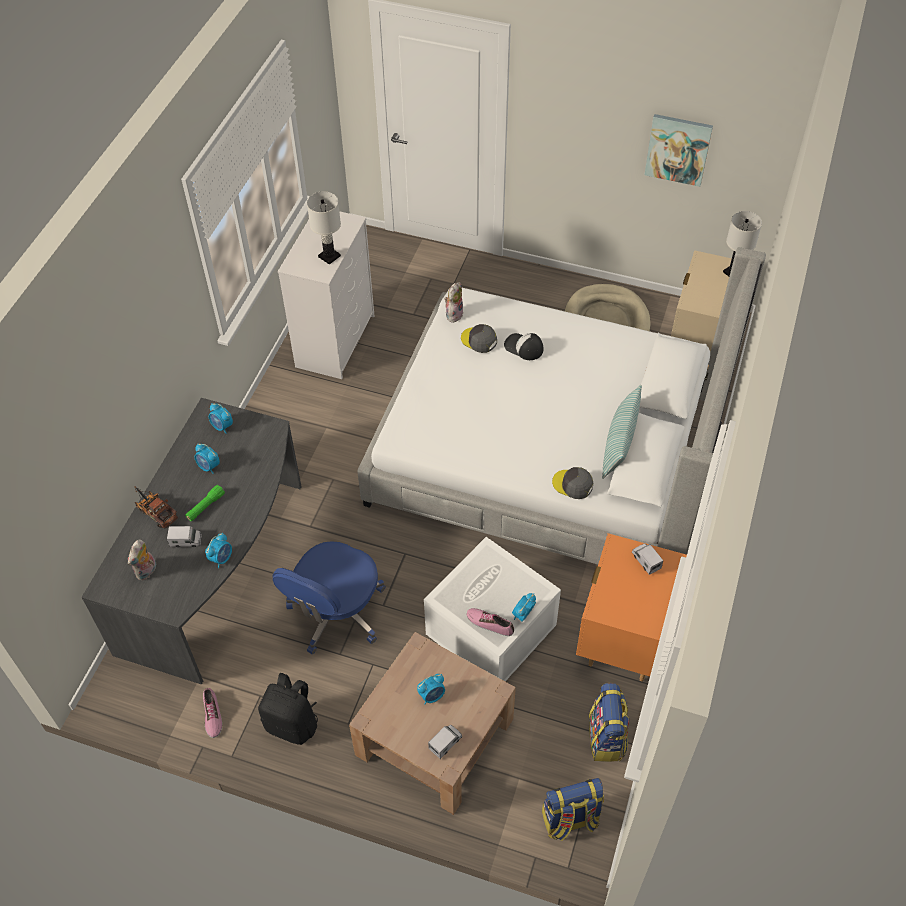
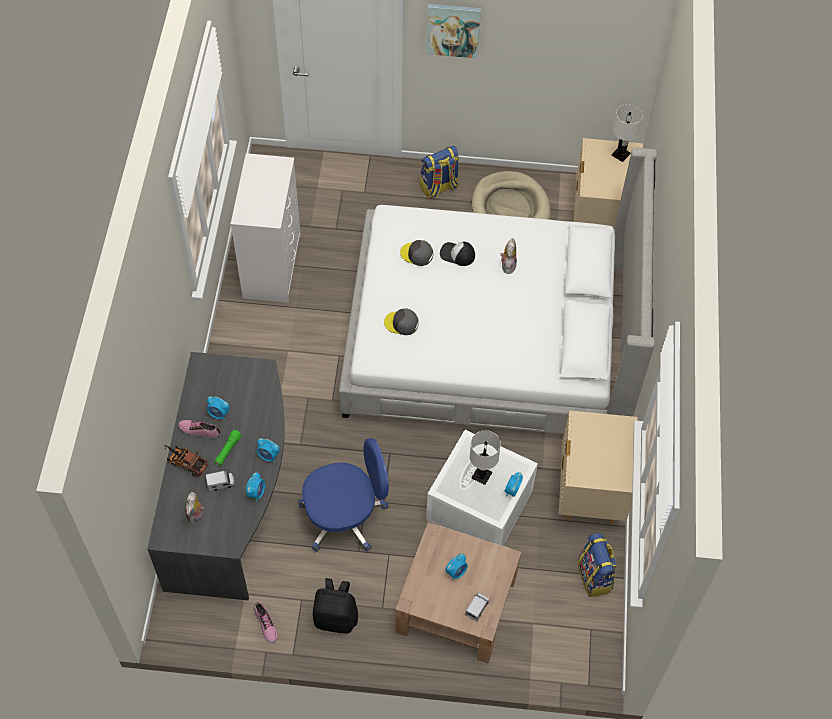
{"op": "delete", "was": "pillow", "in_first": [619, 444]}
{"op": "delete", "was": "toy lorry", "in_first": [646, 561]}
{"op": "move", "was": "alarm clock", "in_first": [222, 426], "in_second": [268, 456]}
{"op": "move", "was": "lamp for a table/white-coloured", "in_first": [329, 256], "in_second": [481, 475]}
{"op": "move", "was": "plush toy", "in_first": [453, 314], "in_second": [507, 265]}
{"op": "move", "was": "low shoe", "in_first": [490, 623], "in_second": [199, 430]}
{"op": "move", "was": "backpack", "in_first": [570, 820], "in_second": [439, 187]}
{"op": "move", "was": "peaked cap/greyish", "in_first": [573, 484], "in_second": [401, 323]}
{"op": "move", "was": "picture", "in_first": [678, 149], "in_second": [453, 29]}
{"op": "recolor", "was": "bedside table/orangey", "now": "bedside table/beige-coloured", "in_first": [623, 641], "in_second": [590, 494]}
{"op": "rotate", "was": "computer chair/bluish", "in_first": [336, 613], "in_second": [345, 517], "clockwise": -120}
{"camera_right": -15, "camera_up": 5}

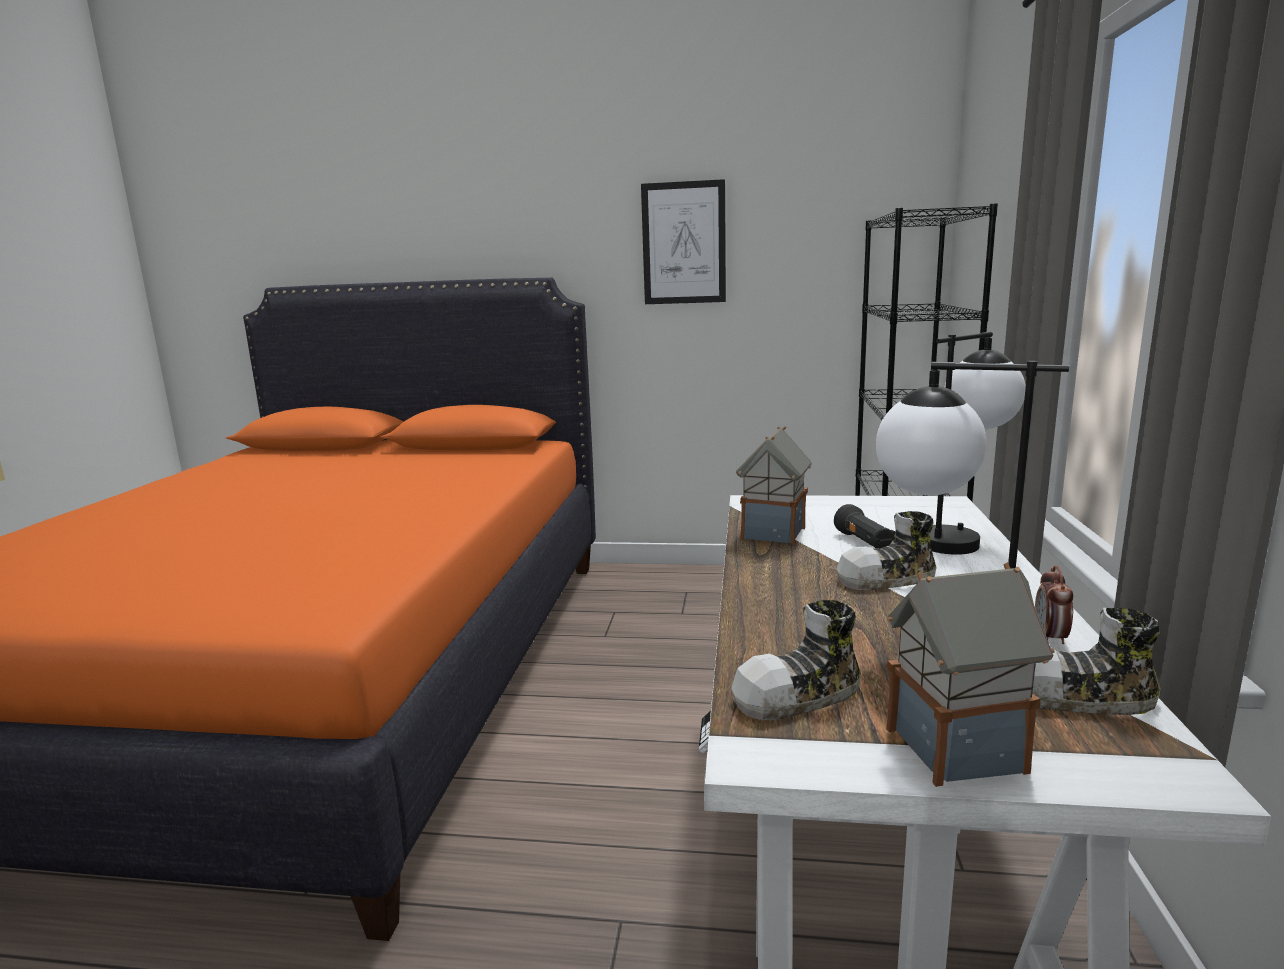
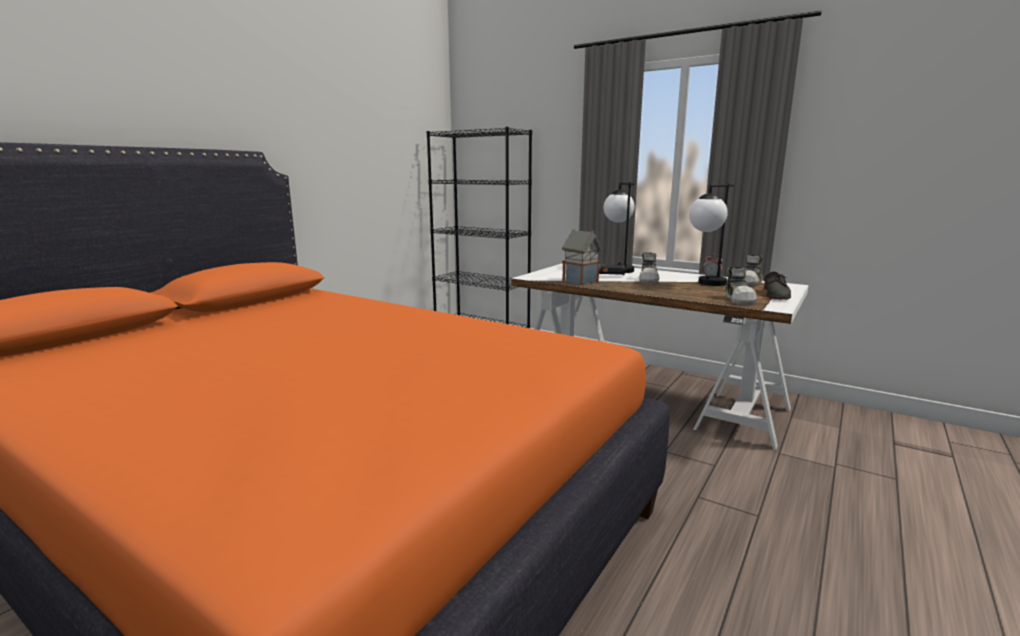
{"op": "delete", "was": "picture", "in_first": [684, 243]}
{"op": "replace", "was": "toy house", "now": "low shoe/greyish", "in_first": [957, 748], "in_second": [776, 294]}
{"camera_right": -65, "camera_up": 0}

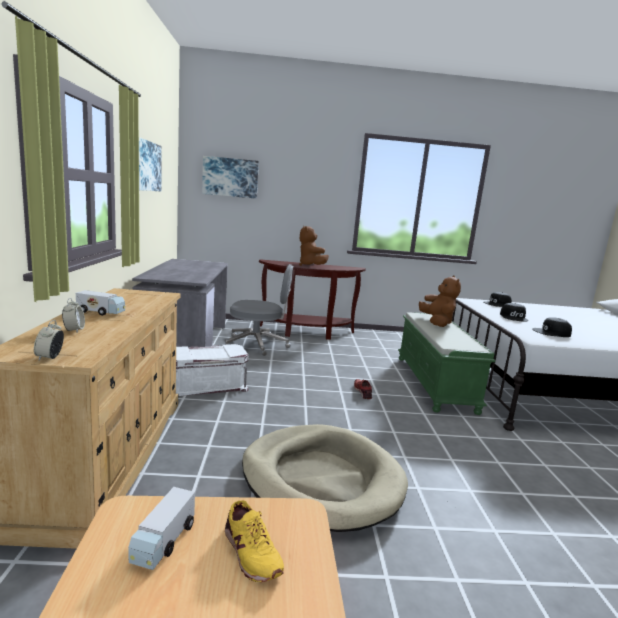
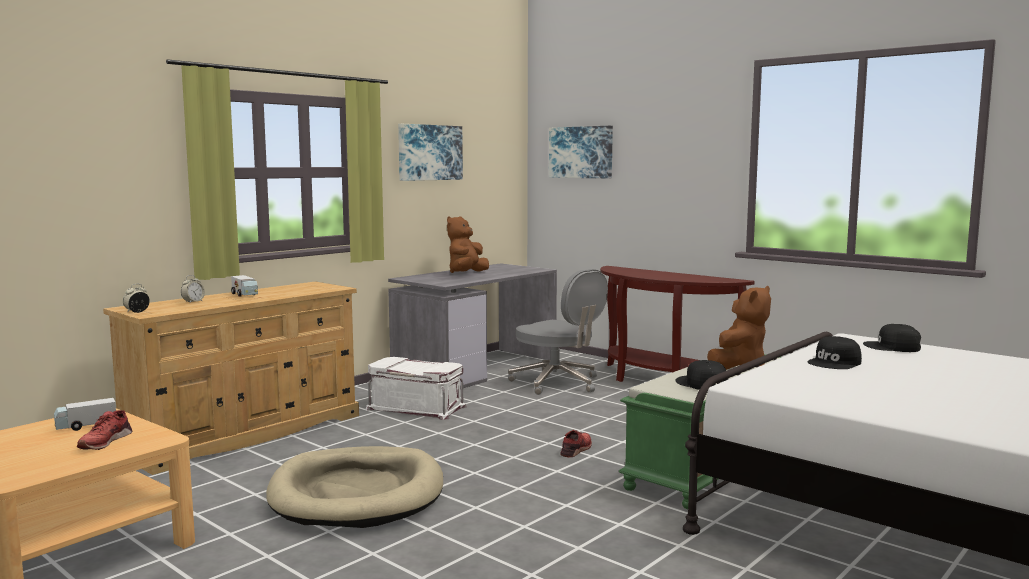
{"op": "move", "was": "plush toy/brownish", "in_first": [311, 266], "in_second": [467, 273]}
{"op": "move", "was": "peaked cap/black-coloured", "in_first": [551, 333], "in_second": [701, 384]}
{"op": "recolor", "was": "low shoe/yellow-coloured", "now": "low shoe/reddish", "in_first": [250, 552], "in_second": [104, 441]}
{"camera_right": 45, "camera_up": -5}

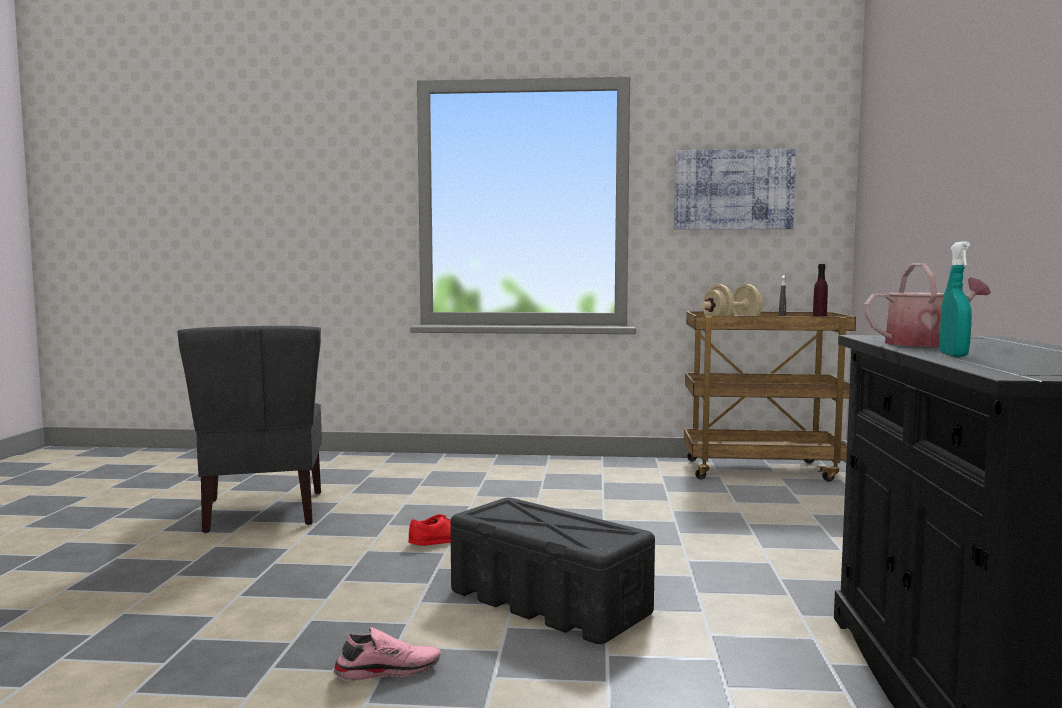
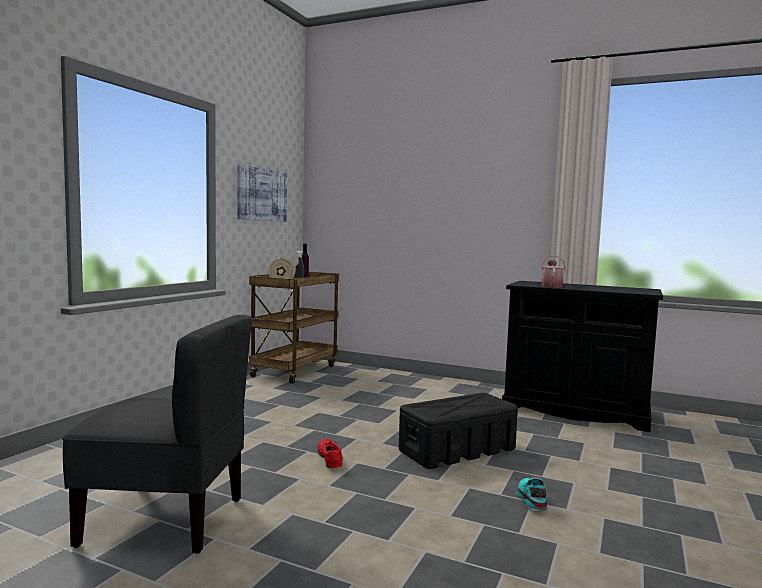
{"op": "delete", "was": "hand sprayer/turquoise-coloured", "in_first": [953, 355]}
{"op": "recolor", "was": "low shoe/pink", "now": "low shoe/turquoise-coloured", "in_first": [387, 670], "in_second": [530, 499]}
{"camera_right": -70, "camera_up": 0}

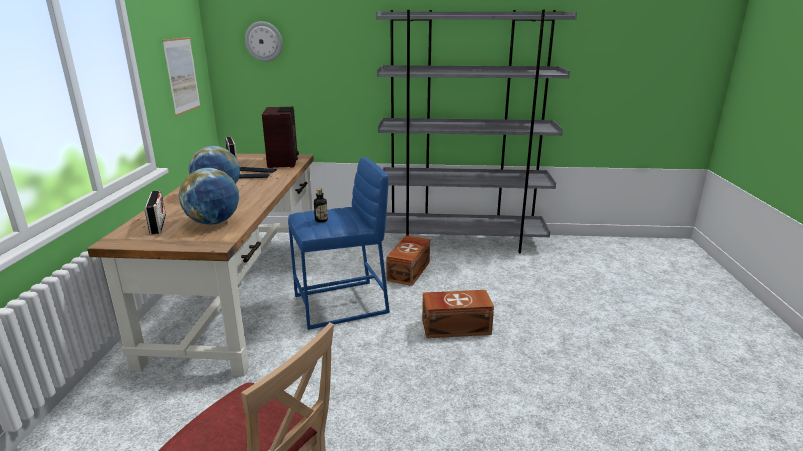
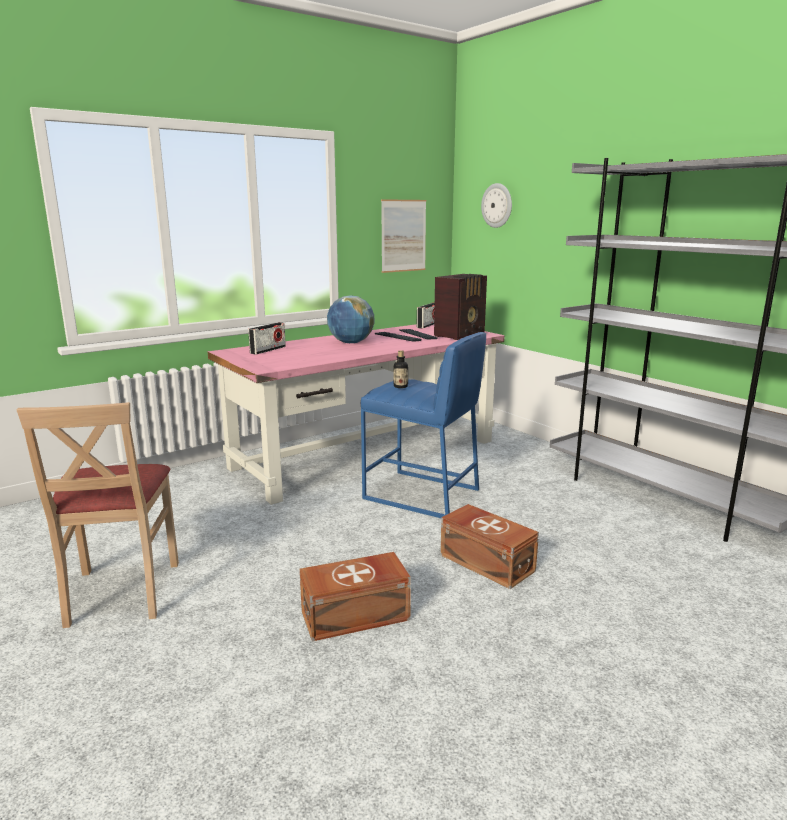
{"op": "delete", "was": "globe", "in_first": [213, 222]}
{"op": "move", "was": "storage box/brownish", "in_first": [409, 271], "in_second": [357, 616]}
{"op": "recolor", "was": "desk table/brownish", "now": "desk table/pink", "in_first": [242, 293], "in_second": [367, 453]}
{"camera_right": 50, "camera_up": -5}

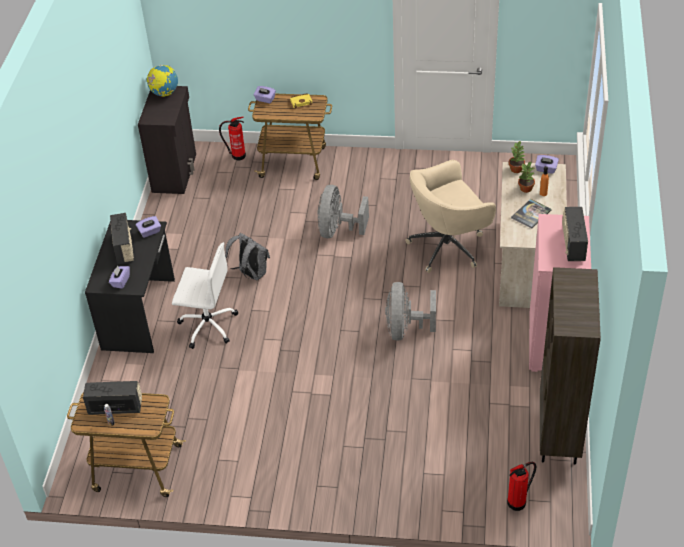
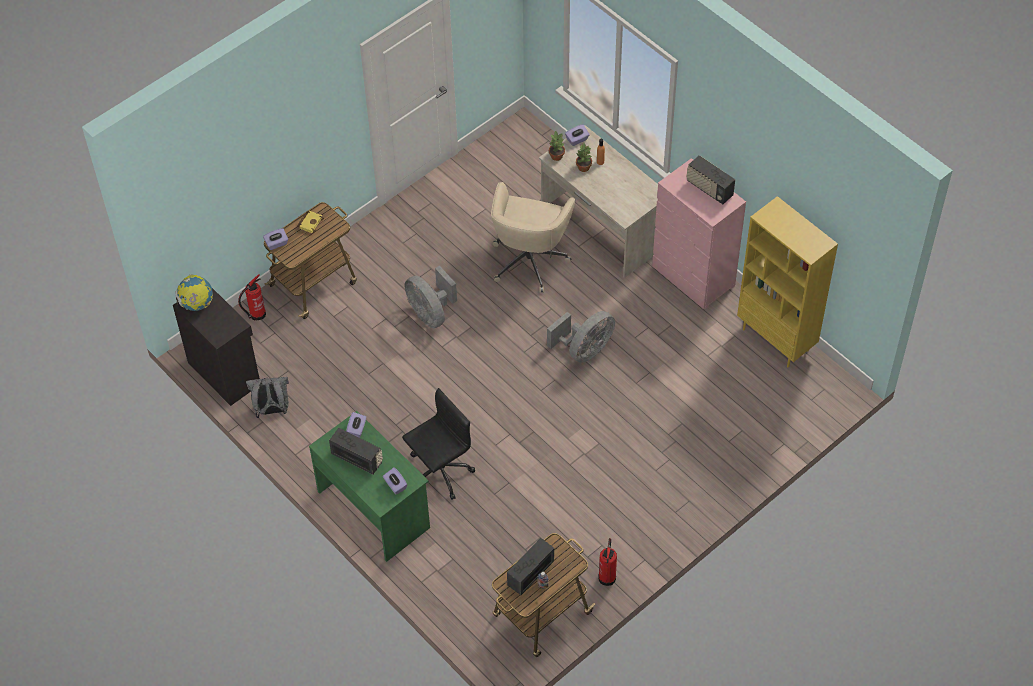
{"op": "delete", "was": "volume", "in_first": [531, 214]}
{"op": "move", "was": "backpack/greyish", "in_first": [251, 274], "in_second": [272, 410]}
{"op": "move", "was": "fire-fighting cylinder", "in_first": [518, 502], "in_second": [607, 576]}
{"op": "recolor", "was": "desk table/black-coloured", "now": "desk table/green", "in_first": [140, 314], "in_second": [374, 508]}
{"op": "recolor", "was": "computer chair/white-coloured", "now": "computer chair/black-coloured", "in_first": [207, 325], "in_second": [439, 472]}
{"op": "recolor", "was": "shelving unit/brownish", "now": "shelving unit/yellow-coloured", "in_first": [559, 435], "in_second": [776, 339]}
{"op": "rotate", "was": "electric fan/greyish", "in_first": [405, 329], "in_second": [584, 350], "clockwise": -90}
{"camera_right": -50, "camera_up": 10}

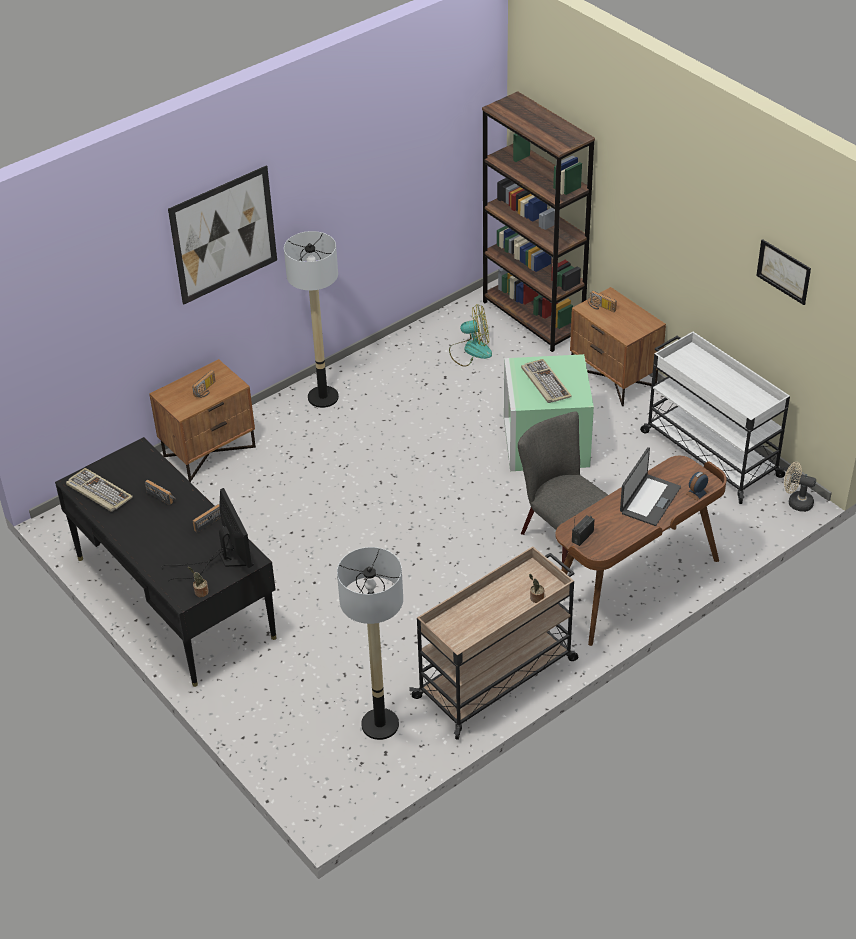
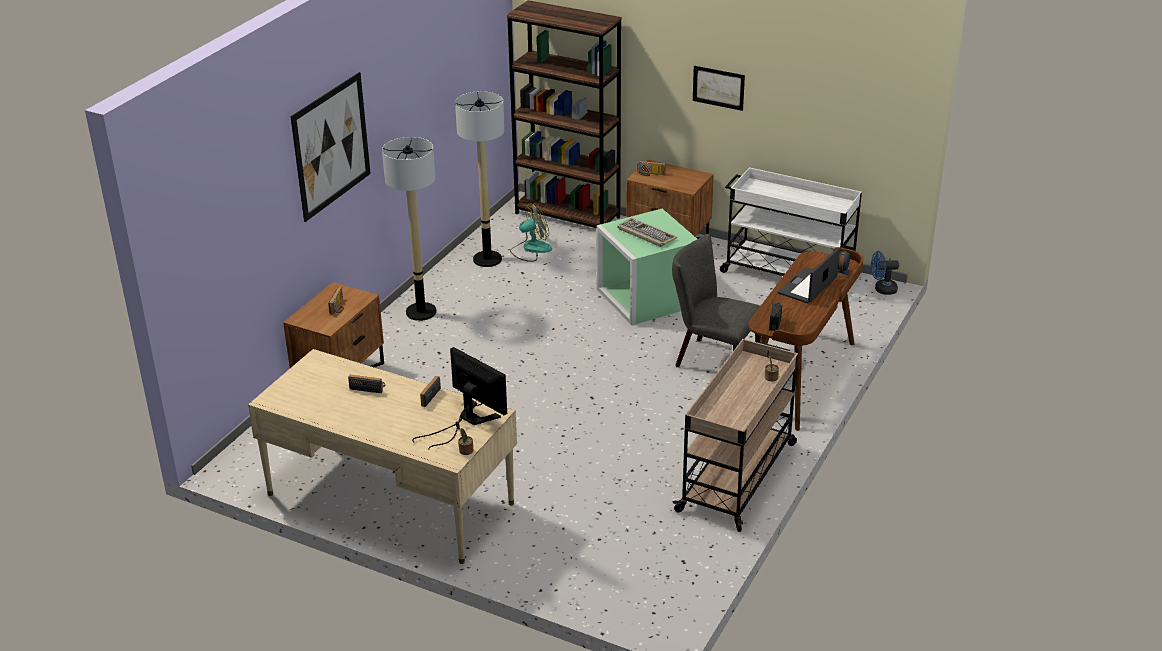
{"op": "delete", "was": "computer keyboard", "in_first": [98, 492]}
{"op": "move", "was": "floor lamp", "in_first": [380, 724], "in_second": [487, 259]}
{"op": "move", "was": "picture", "in_first": [783, 271], "in_second": [718, 87]}
{"op": "recolor", "was": "desk table/black-coloured", "now": "desk table/beige-coloured", "in_first": [174, 597], "in_second": [390, 499]}
{"op": "recolor", "was": "electric fan/beige-coloured", "now": "electric fan/bluish", "in_first": [796, 502], "in_second": [882, 289]}
{"op": "rotate", "was": "laptop", "in_first": [649, 500], "in_second": [808, 286], "clockwise": -150}
{"camera_right": -25, "camera_up": -10}

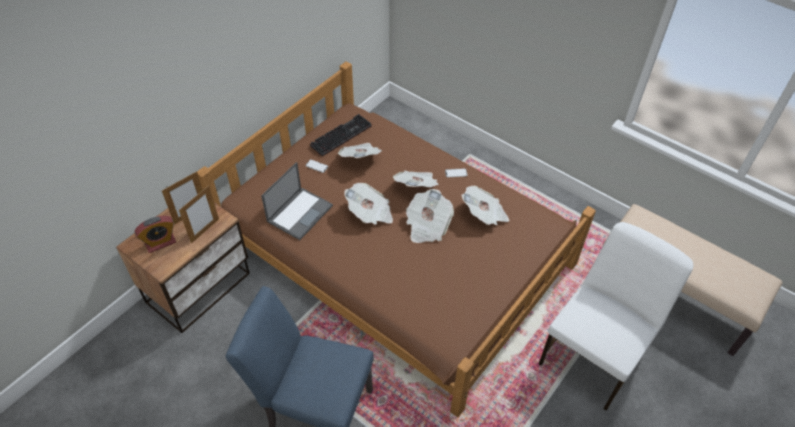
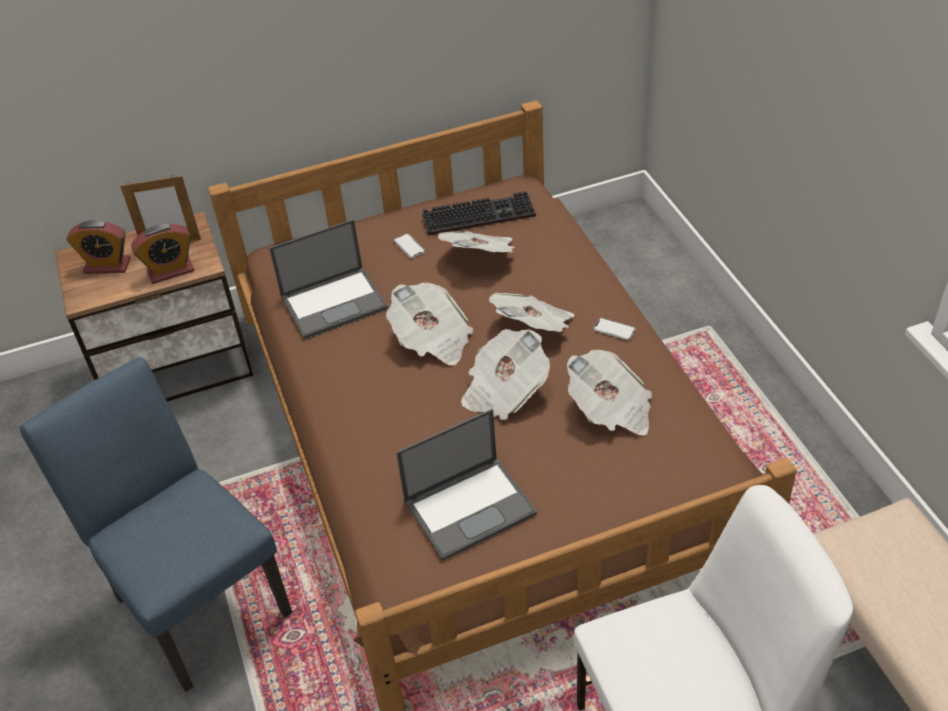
{"op": "insert", "now": "laptop", "in_second": [471, 506]}
{"op": "replace", "was": "picture frame", "now": "alarm clock", "in_first": [205, 231], "in_second": [170, 271]}
{"camera_right": 35, "camera_up": -5}

